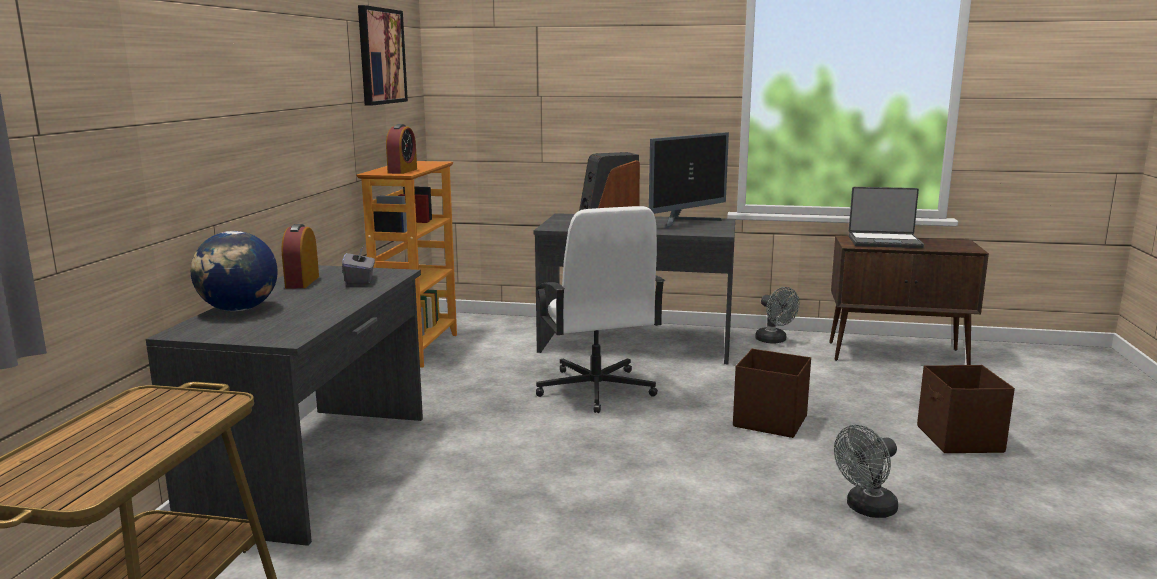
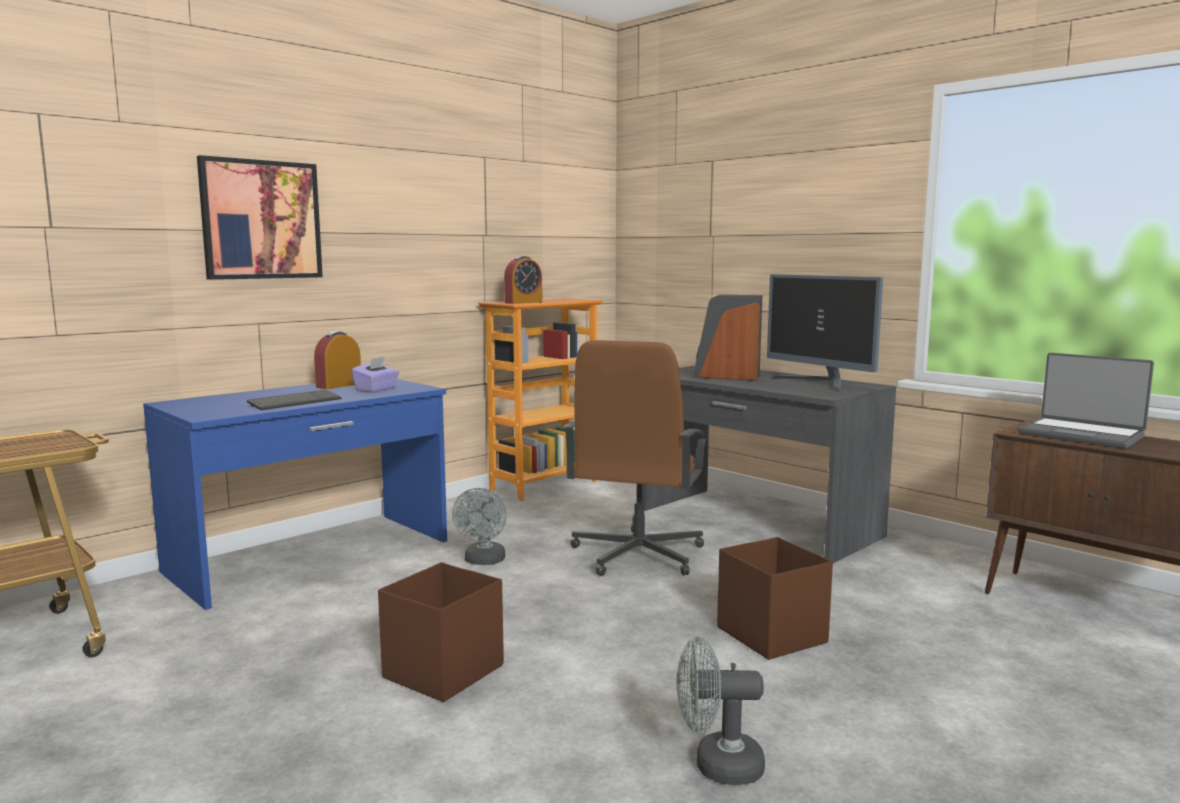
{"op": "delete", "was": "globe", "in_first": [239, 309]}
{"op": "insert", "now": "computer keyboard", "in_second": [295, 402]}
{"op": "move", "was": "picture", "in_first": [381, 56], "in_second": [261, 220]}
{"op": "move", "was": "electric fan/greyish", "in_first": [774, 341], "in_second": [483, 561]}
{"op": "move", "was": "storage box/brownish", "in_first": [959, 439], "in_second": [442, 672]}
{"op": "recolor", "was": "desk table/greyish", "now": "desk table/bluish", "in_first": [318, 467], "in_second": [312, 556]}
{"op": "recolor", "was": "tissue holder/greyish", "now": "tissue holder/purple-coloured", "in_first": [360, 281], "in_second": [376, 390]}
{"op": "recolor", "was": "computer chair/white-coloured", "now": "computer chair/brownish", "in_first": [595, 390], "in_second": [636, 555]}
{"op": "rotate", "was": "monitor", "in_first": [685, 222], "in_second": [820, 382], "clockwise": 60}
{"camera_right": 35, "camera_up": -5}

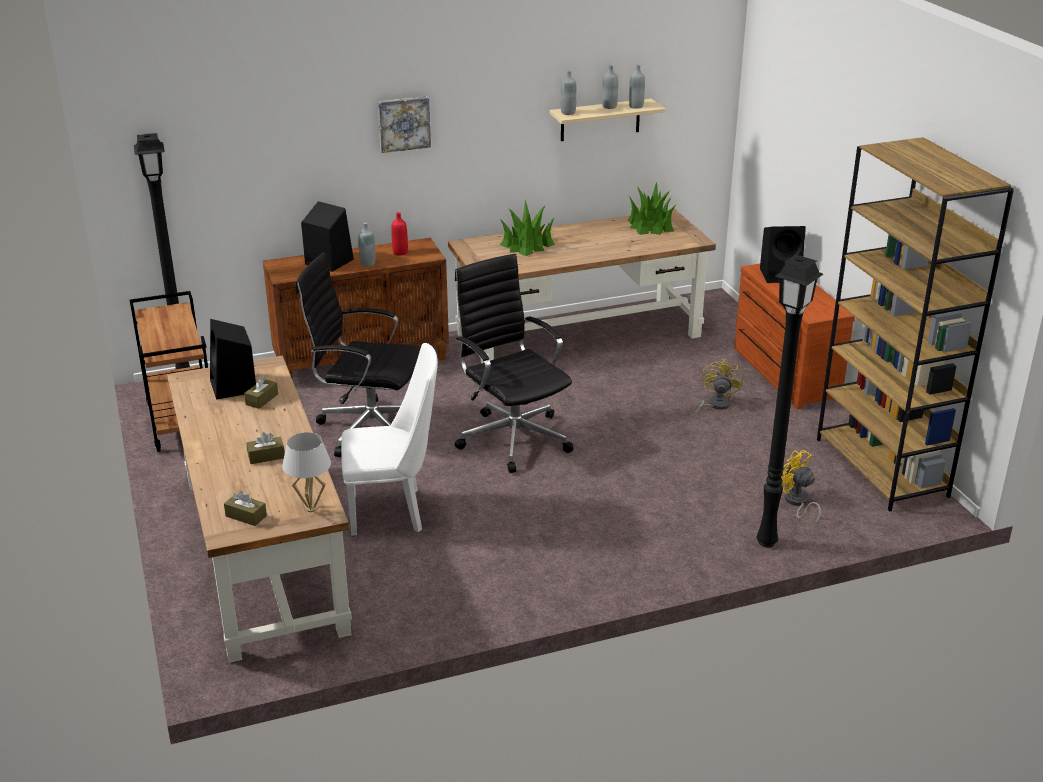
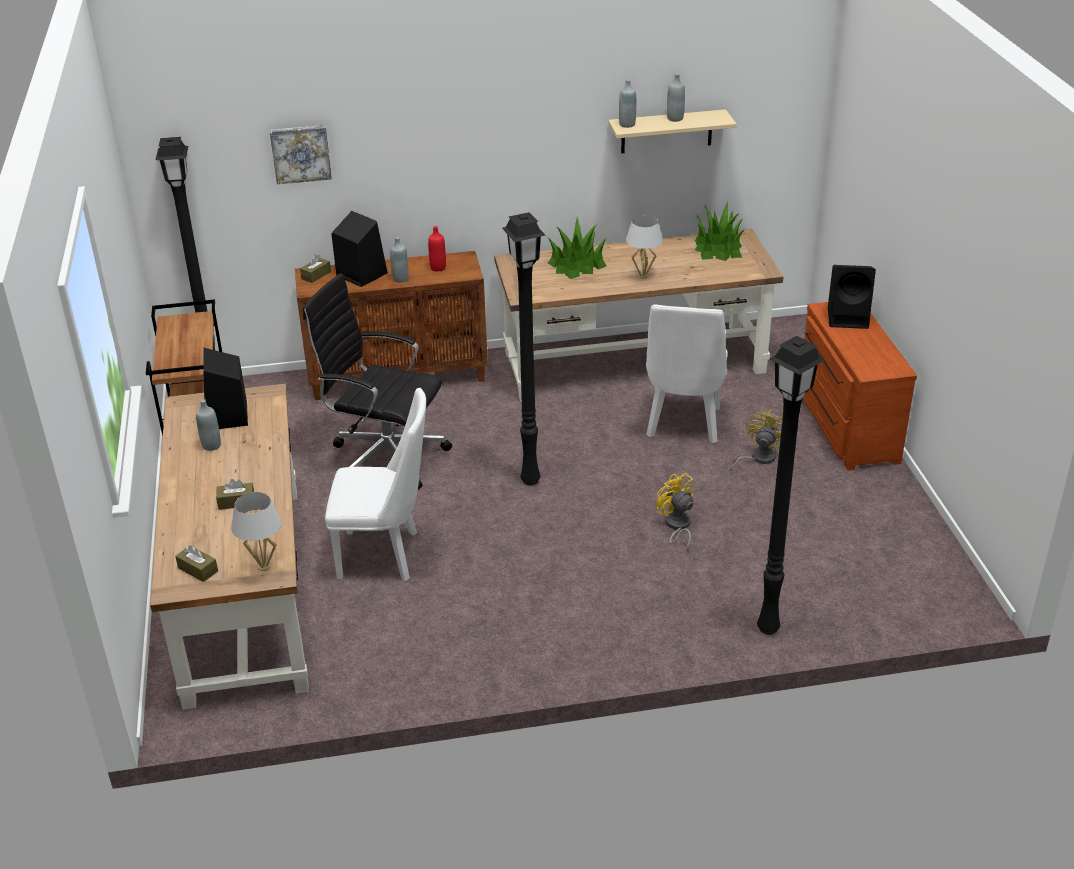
{"op": "delete", "was": "shelving unit/brownish", "in_first": [882, 468]}
{"op": "insert", "now": "lamp for a table/white-coloured", "in_second": [643, 276]}
{"op": "insert", "now": "plain chair/white-coloured", "in_second": [684, 426]}
{"op": "move", "was": "tissue holder/brownish", "in_first": [262, 399], "in_second": [316, 275]}
{"op": "move", "was": "picture", "in_first": [403, 123], "in_second": [300, 153]}
{"op": "move", "was": "beverage bottle/greyish", "in_first": [636, 106], "in_second": [211, 445]}
{"op": "move", "was": "electric fan/yellow-coloured", "in_first": [797, 502], "in_second": [677, 526]}
{"op": "replace", "was": "computer chair/black-coloured", "now": "floor lamp/black-coloured", "in_first": [513, 437], "in_second": [531, 479]}
{"camera_right": 10, "camera_up": 5}

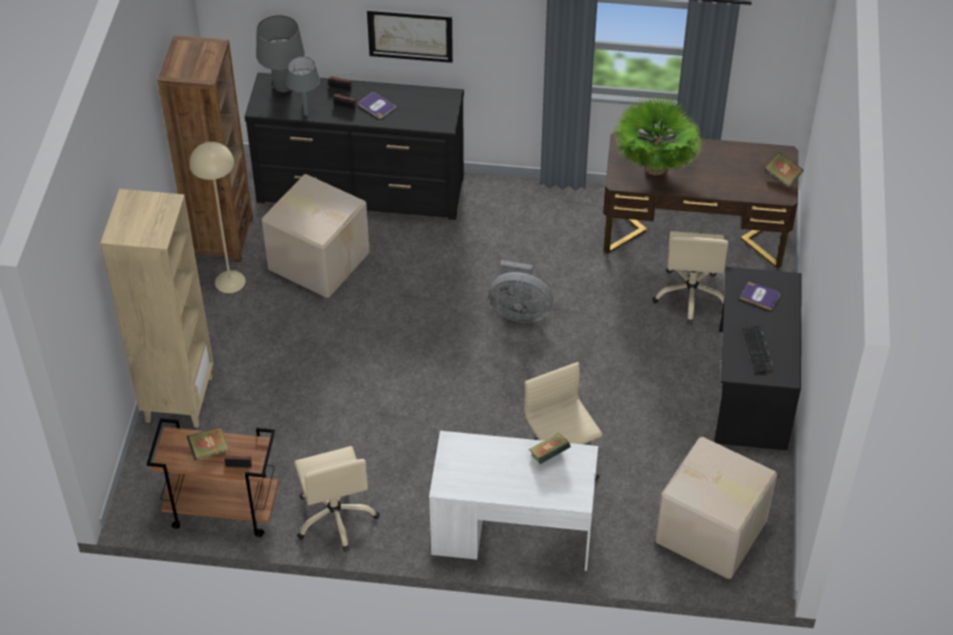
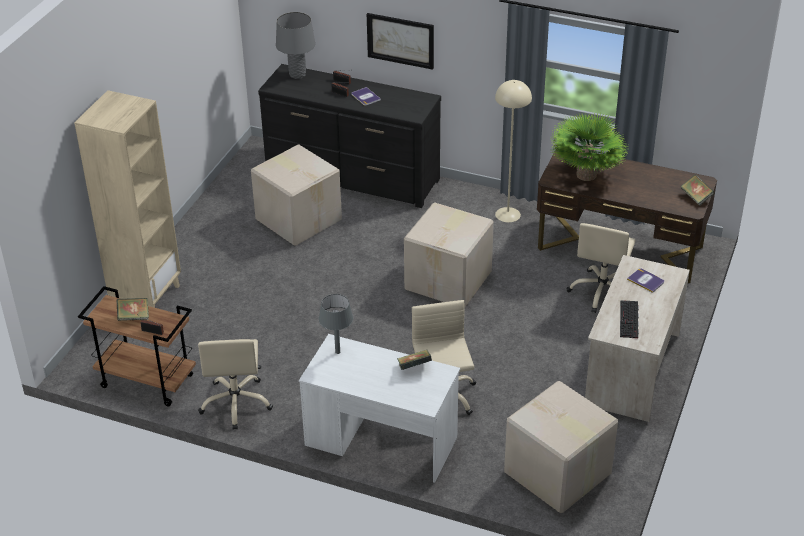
{"op": "delete", "was": "shelving unit/brownish", "in_first": [221, 237]}
{"op": "move", "was": "floor lamp/beige-coloured", "in_first": [230, 281], "in_second": [508, 214]}
{"op": "move", "was": "lamp for a table/greyish", "in_first": [306, 114], "in_second": [337, 352]}
{"op": "replace", "was": "electric fan/greyish", "now": "carton", "in_first": [519, 312], "in_second": [449, 280]}
{"op": "recolor", "was": "desk table/black-coloured", "now": "desk table/beige-coloured", "in_first": [750, 388], "in_second": [631, 369]}
{"camera_right": 15, "camera_up": -10}

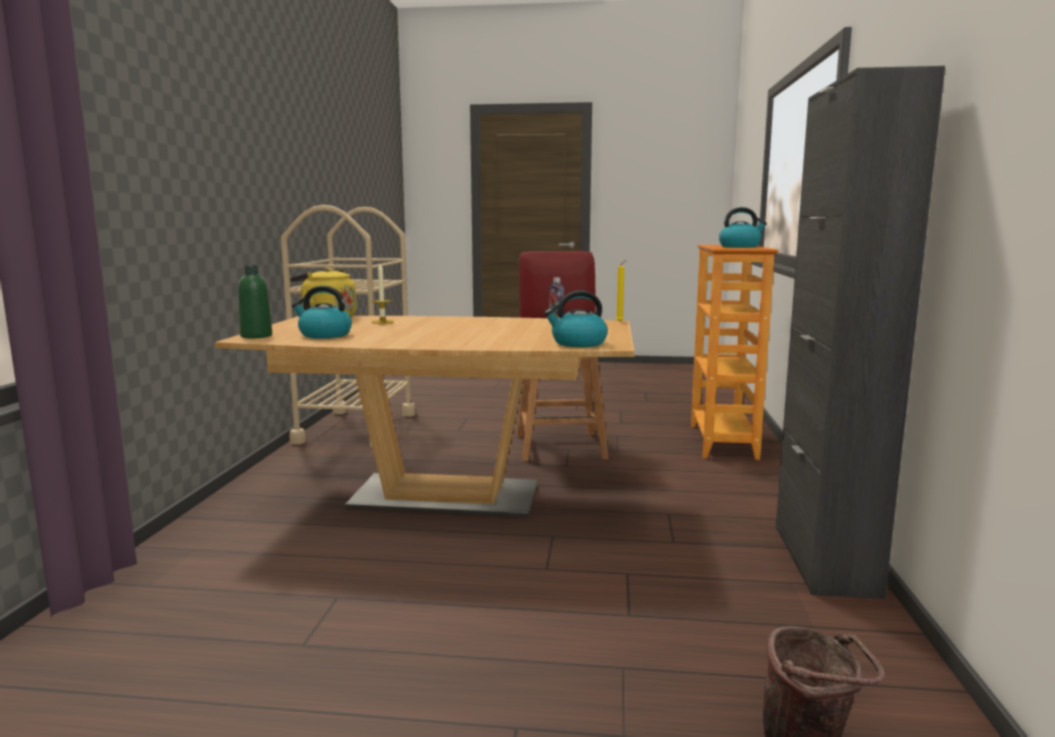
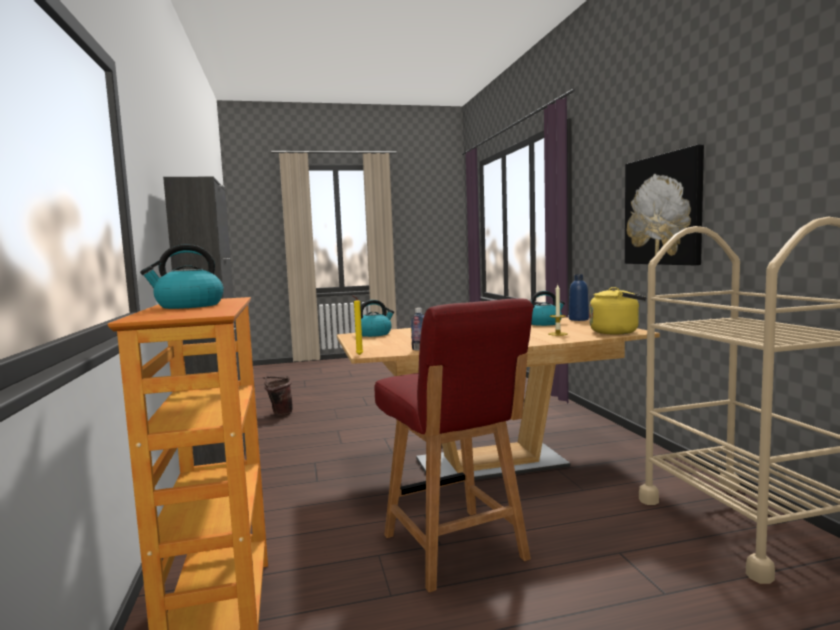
{"op": "insert", "now": "picture", "in_second": [663, 210]}
{"op": "recolor", "was": "beverage bottle/green", "now": "beverage bottle/bluish", "in_first": [256, 336], "in_second": [578, 319]}
{"camera_right": 160, "camera_up": -5}

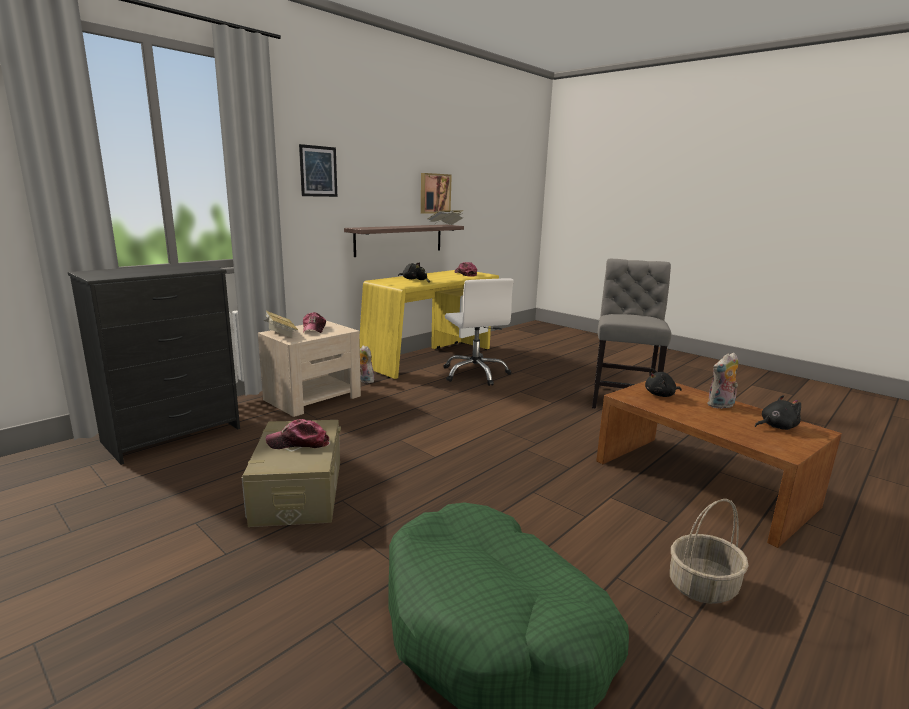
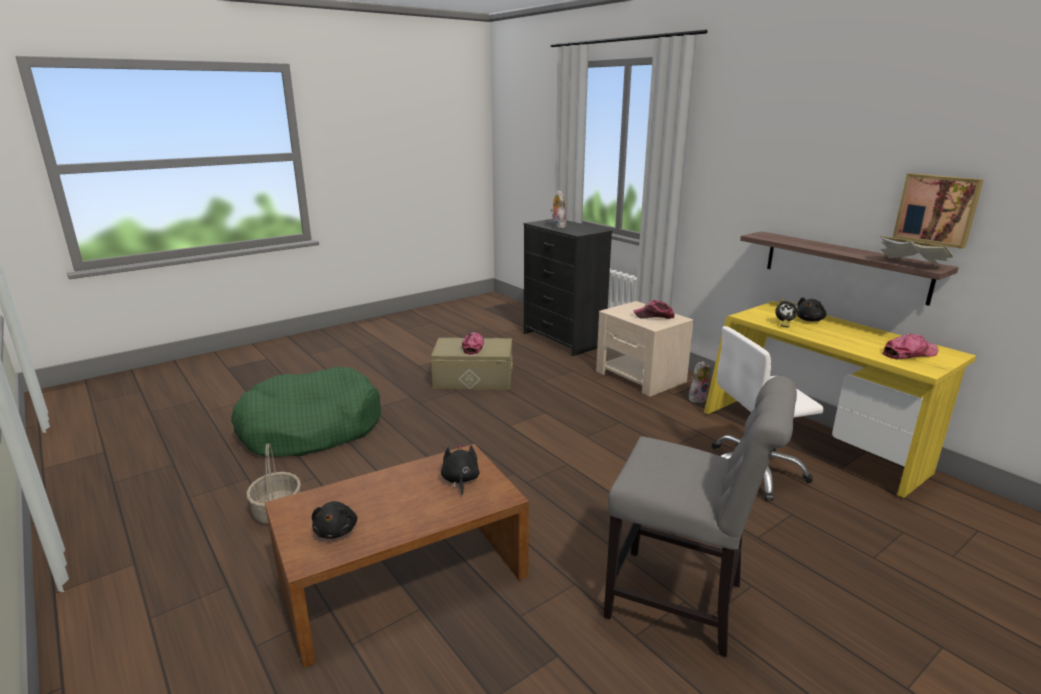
{"op": "delete", "was": "volume", "in_first": [280, 333]}
{"op": "delete", "was": "picture", "in_first": [318, 171]}
{"op": "move", "was": "plush toy", "in_first": [721, 406], "in_second": [557, 226]}
{"camera_right": 100, "camera_up": 5}

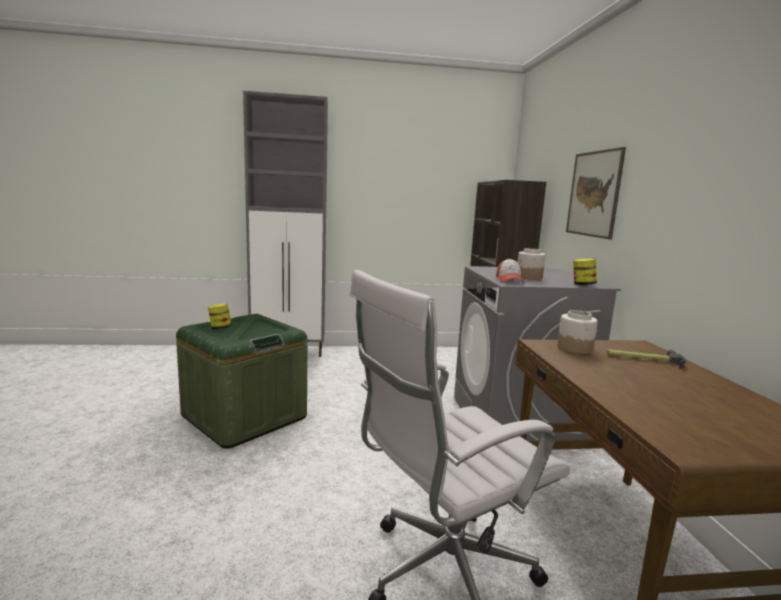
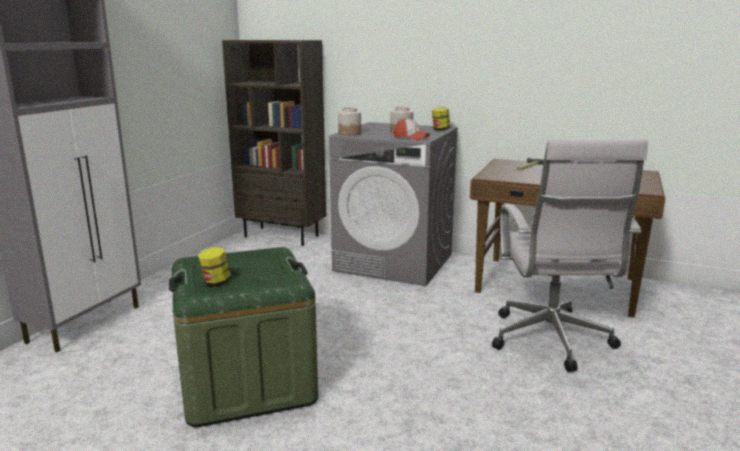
{"op": "delete", "was": "picture", "in_first": [594, 194]}
{"op": "move", "was": "storage jar", "in_first": [575, 348], "in_second": [349, 133]}
{"camera_right": -60, "camera_up": 5}

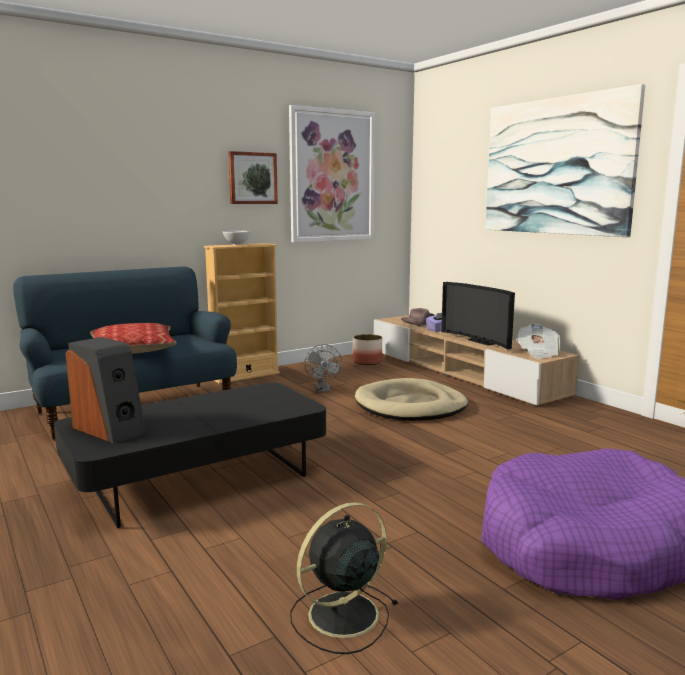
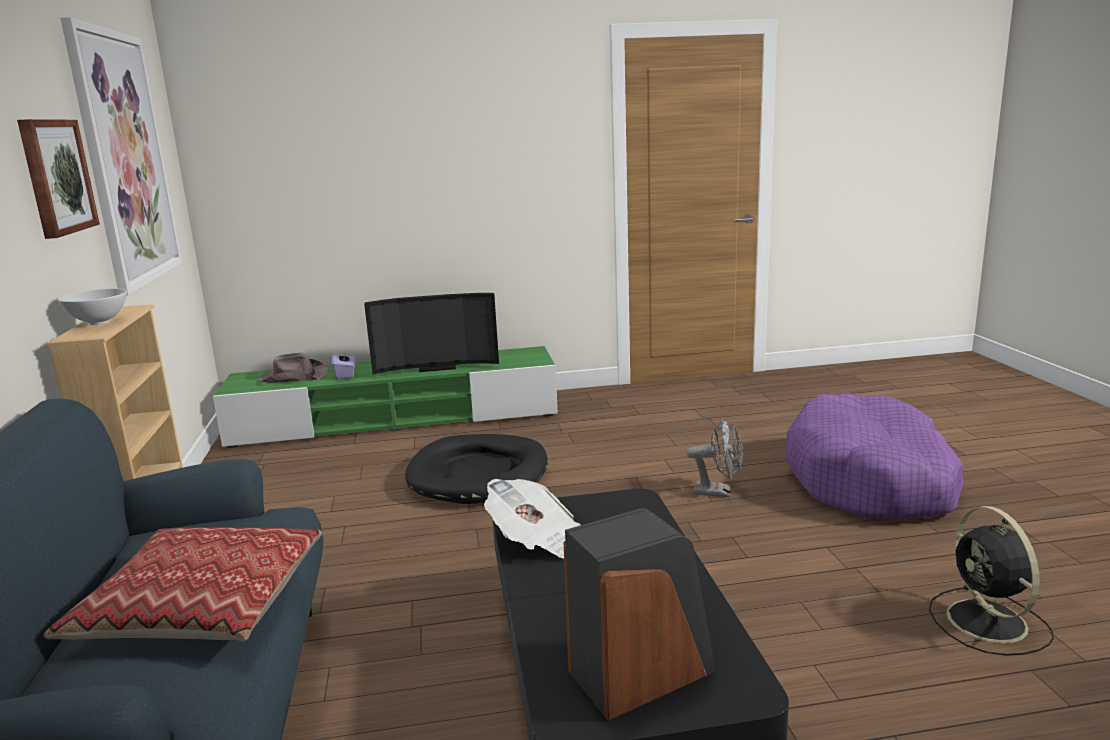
{"op": "delete", "was": "plant pot", "in_first": [367, 362]}
{"op": "delete", "was": "picture", "in_first": [556, 166]}
{"op": "move", "was": "electric fan/greyish", "in_first": [323, 390], "in_second": [718, 492]}
{"op": "move", "was": "newspaper", "in_first": [538, 353], "in_second": [536, 541]}
{"op": "recolor", "was": "dog cushion/beige-coloured", "now": "dog cushion/black-coloured", "in_first": [410, 406], "in_second": [479, 474]}
{"op": "recolor", "was": "media console/beige-coloured", "now": "media console/green", "in_first": [462, 372], "in_second": [396, 419]}
{"camera_right": -65, "camera_up": 5}

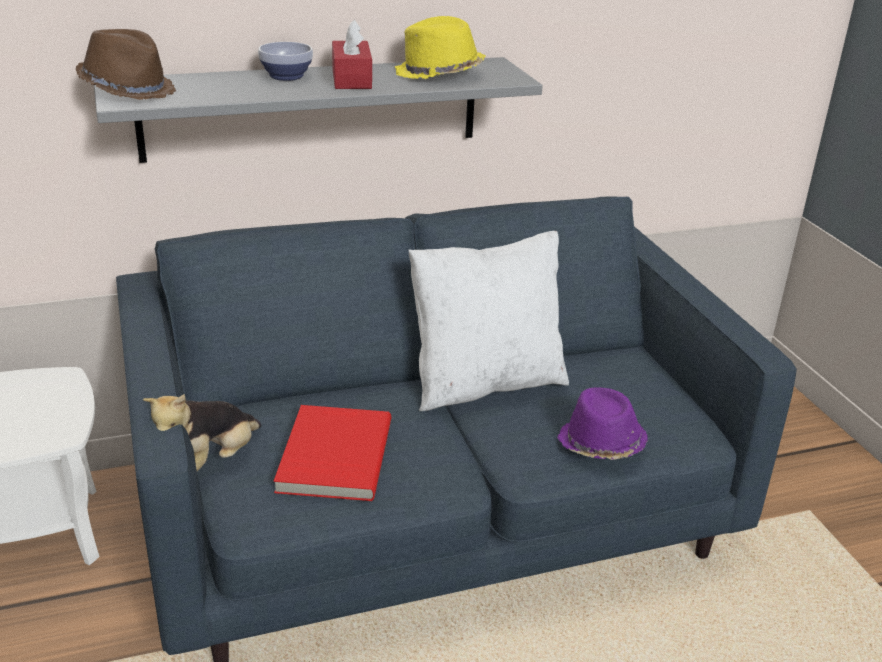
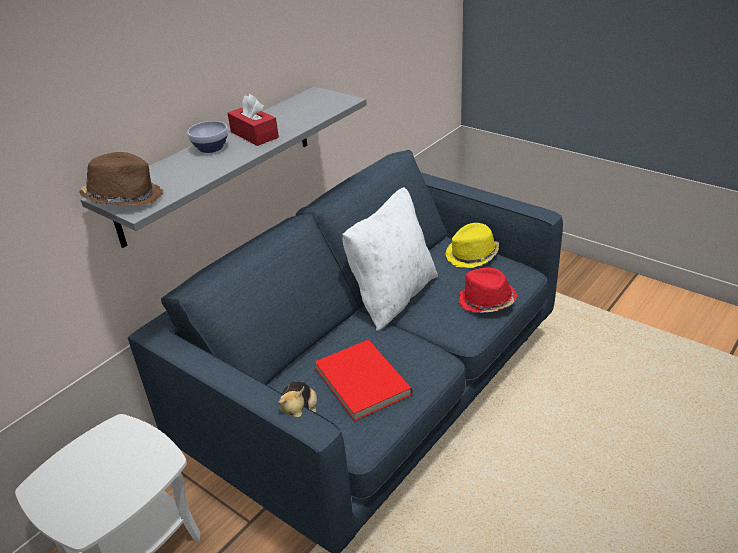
{"op": "move", "was": "hat/yellow-coloured", "in_first": [438, 74], "in_second": [472, 255]}
{"op": "recolor", "was": "hat/purple-coloured", "now": "hat/reddish", "in_first": [600, 444], "in_second": [486, 302]}
{"camera_right": -30, "camera_up": 5}

